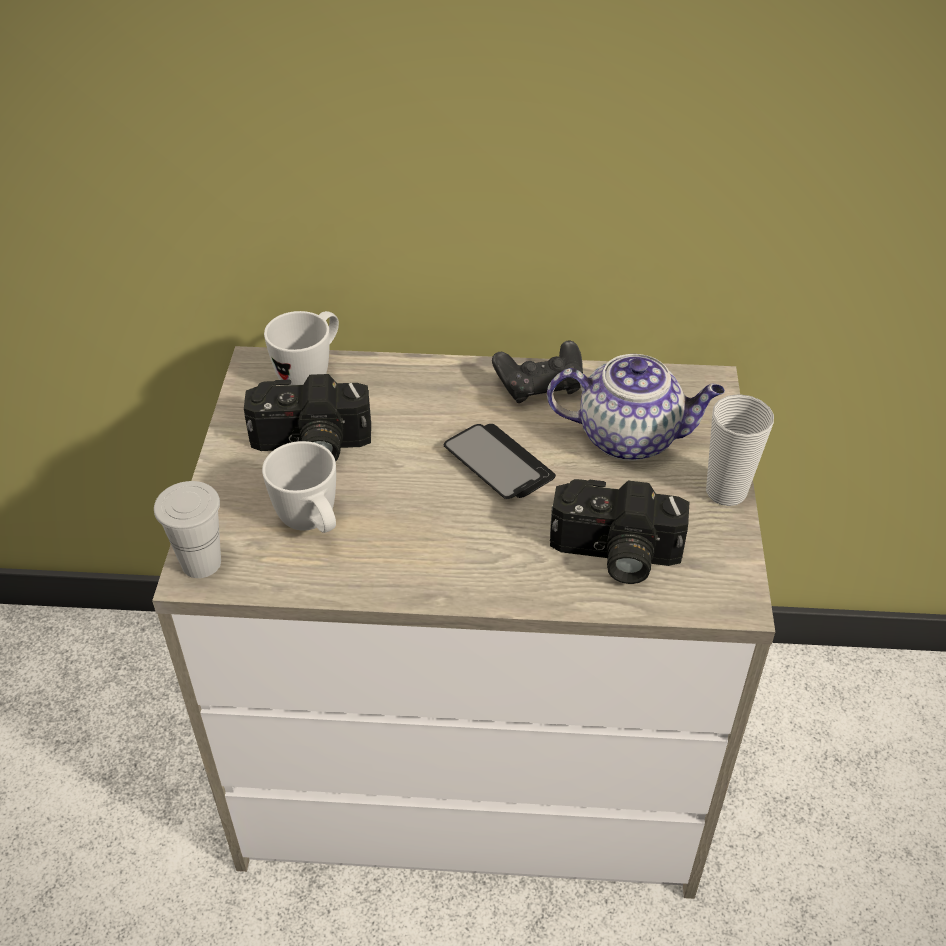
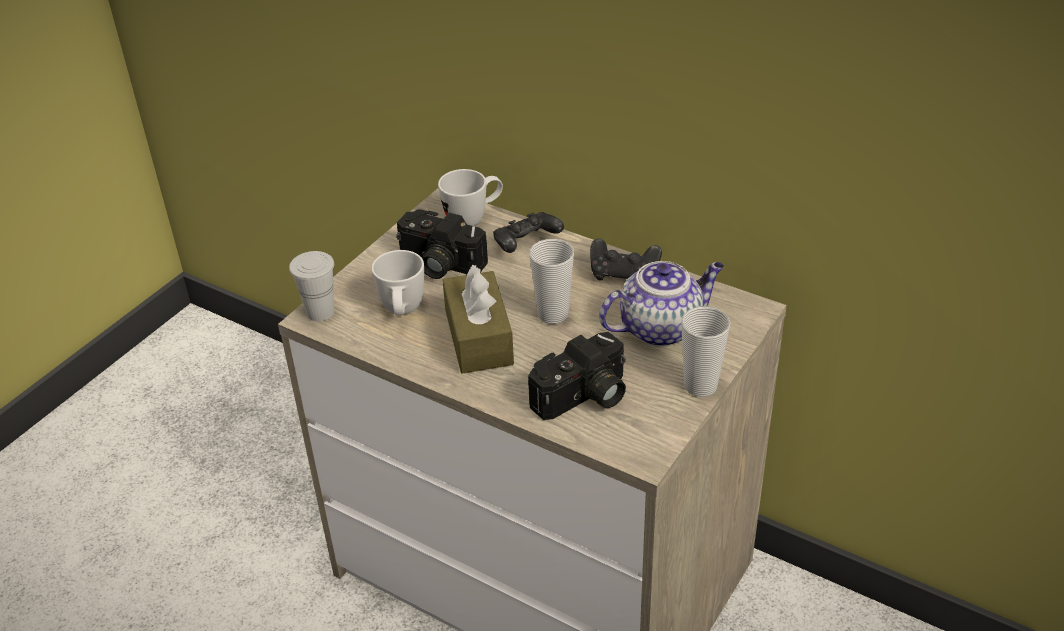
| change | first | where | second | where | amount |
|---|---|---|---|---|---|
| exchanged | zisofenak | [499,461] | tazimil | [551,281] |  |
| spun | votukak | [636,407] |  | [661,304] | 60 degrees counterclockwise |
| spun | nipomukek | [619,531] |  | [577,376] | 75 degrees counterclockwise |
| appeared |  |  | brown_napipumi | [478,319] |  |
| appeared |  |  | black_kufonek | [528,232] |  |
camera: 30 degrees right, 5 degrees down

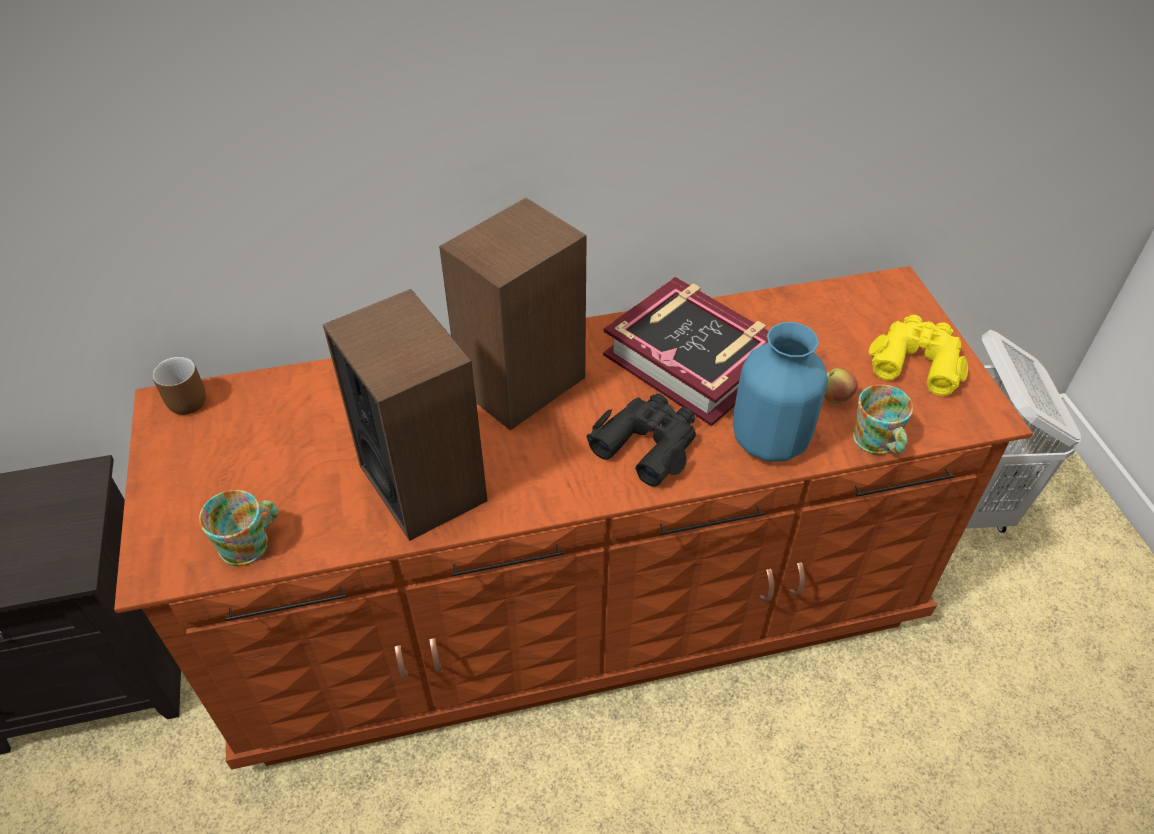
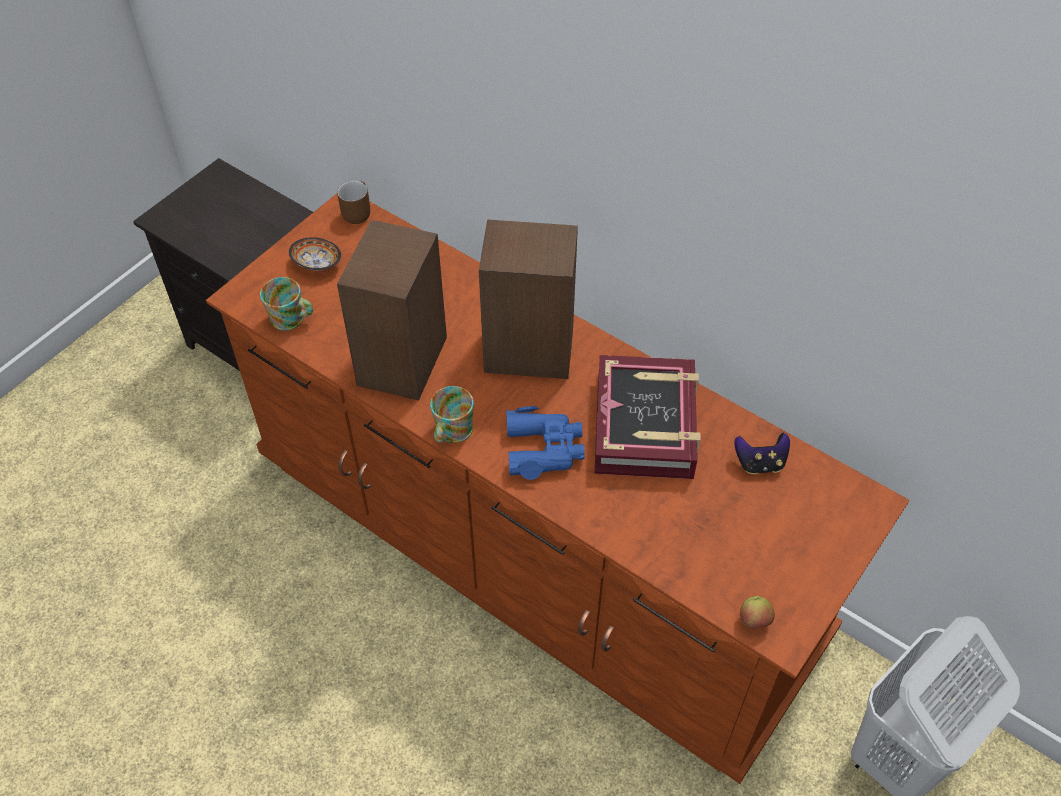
| change | first | where | second | where | amount |
|---|---|---|---|---|---|
| colour | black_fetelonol | [641,440] | blue_fetelonol | [545,443] |  |
| missing | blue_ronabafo | [780,392] |  |  |  |
| relocated | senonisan | [841,386] |  | [757,612] |  |
| relocated | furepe | [883,420] |  | [452,414] |  |
| missing | yellow_fetelonol | [918,355] |  |  |  |
| appeared |  |  | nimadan | [315,254] |  |
| appeared |  |  | kufonek | [762,453] |  |
camera: 50 degrees right, 5 degrees up

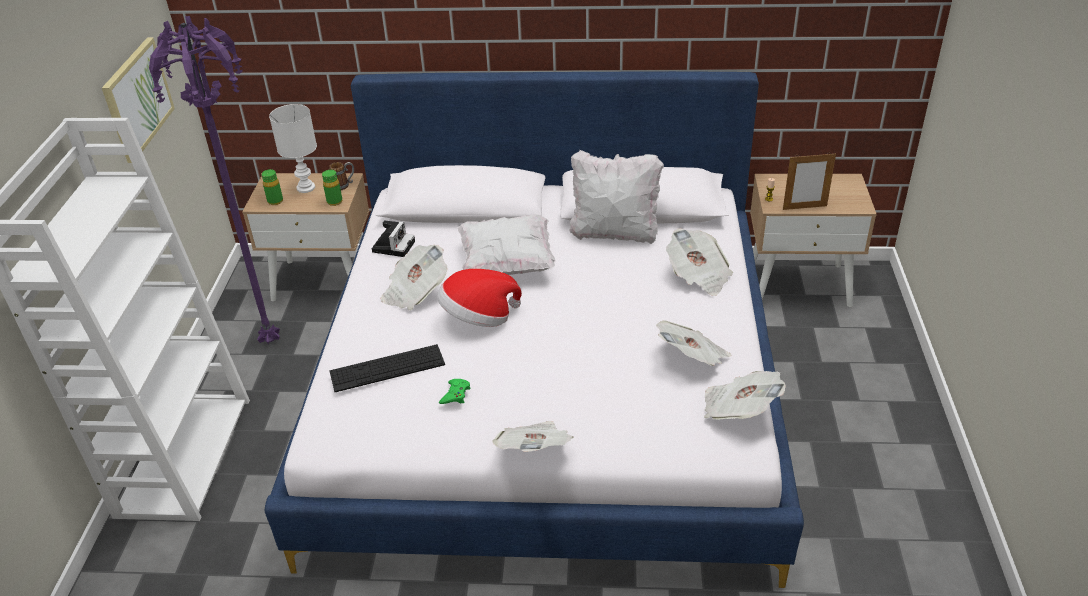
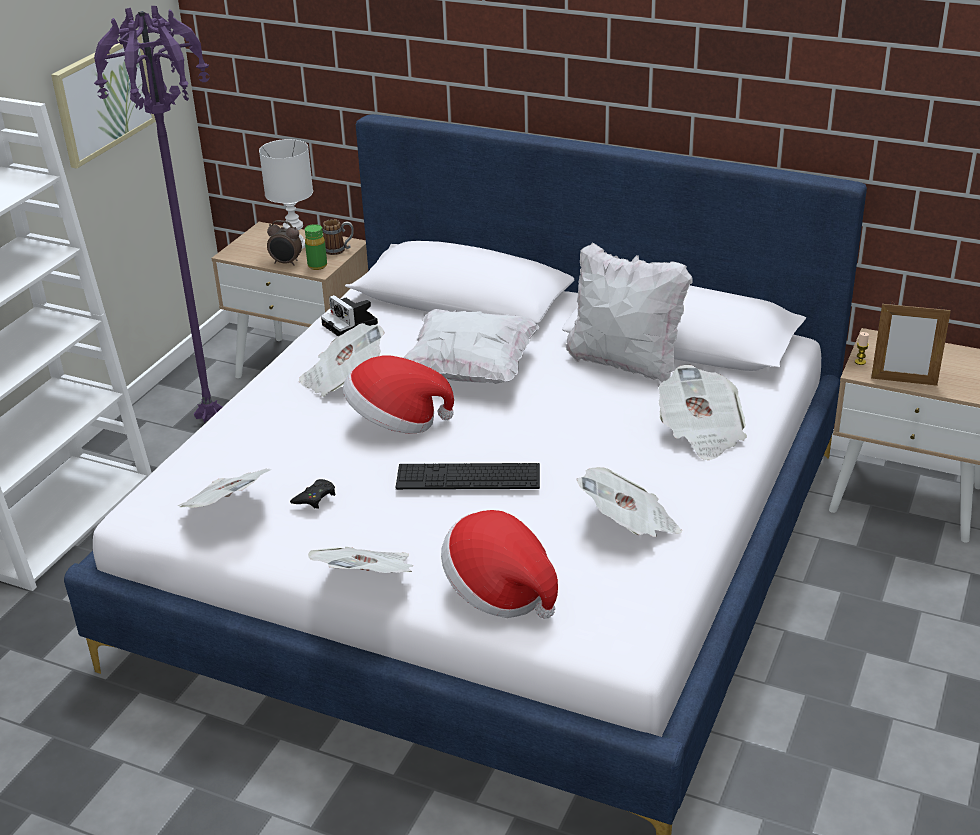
| change | first | where | second | where | amount |
|---|---|---|---|---|---|
| missing | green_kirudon | [272,187] |  |  |  |
| relocated | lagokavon | [387,368] |  | [468,476] |  |
| spun | nipomukek | [393,238] |  | [349,315] | 105 degrees clockwise |
| colour | green_kufonek | [455,391] | black_kufonek | [313,494] |  |
| relocated | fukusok | [745,395] |  | [225,488] |  |
| appeared |  |  | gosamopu | [284,243] |  |
| appeared |  |  | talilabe | [499,564] |  |
camera: 20 degrees right, 5 degrees down

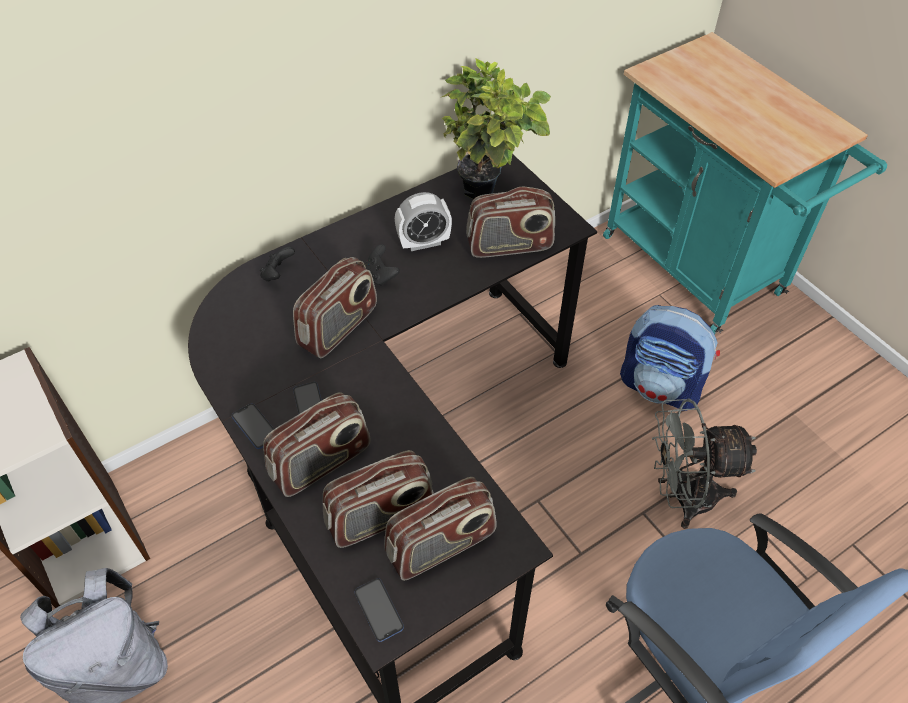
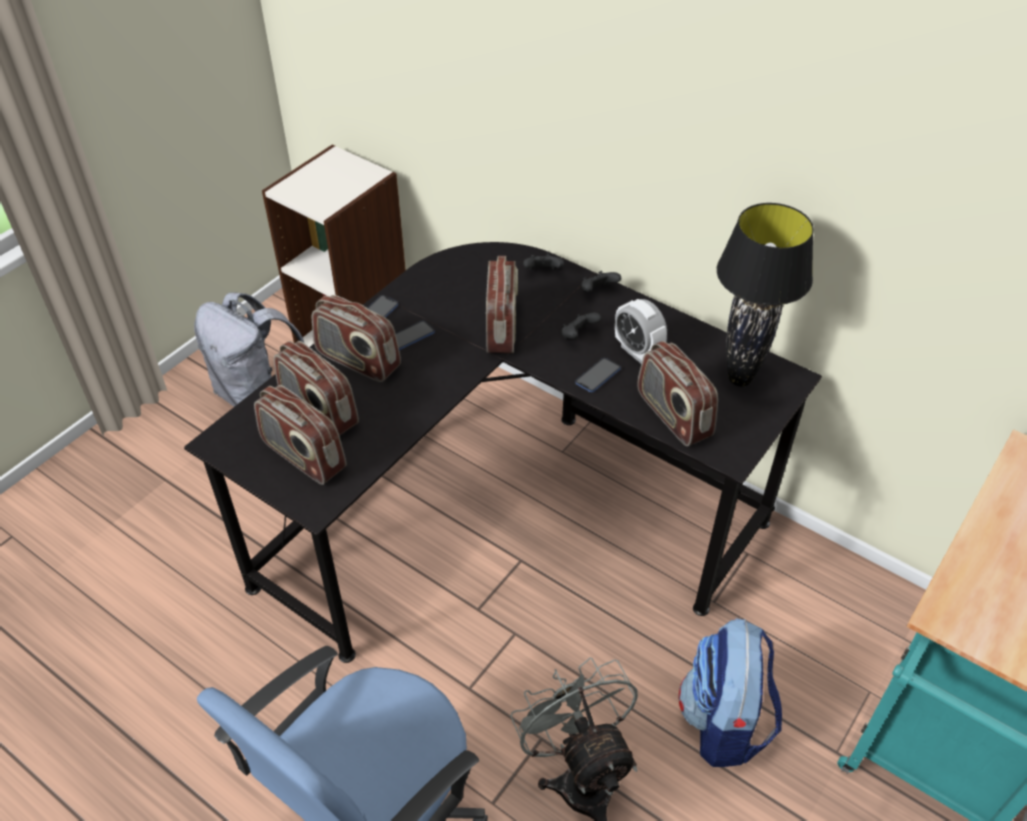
| change | first | where | second | where | amount |
|---|---|---|---|---|---|
| spun | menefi | [335,308] |  | [502,304] | 105 degrees counterclockwise |
| relocated | zisofenak | [379,610] |  | [598,375] |  |
| exchanged | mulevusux | [495,128] | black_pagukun | [765,295] |  |
| appeared |  |  | black_kufonek | [601,281] |  |
camera: 70 degrees right, 5 degrees down

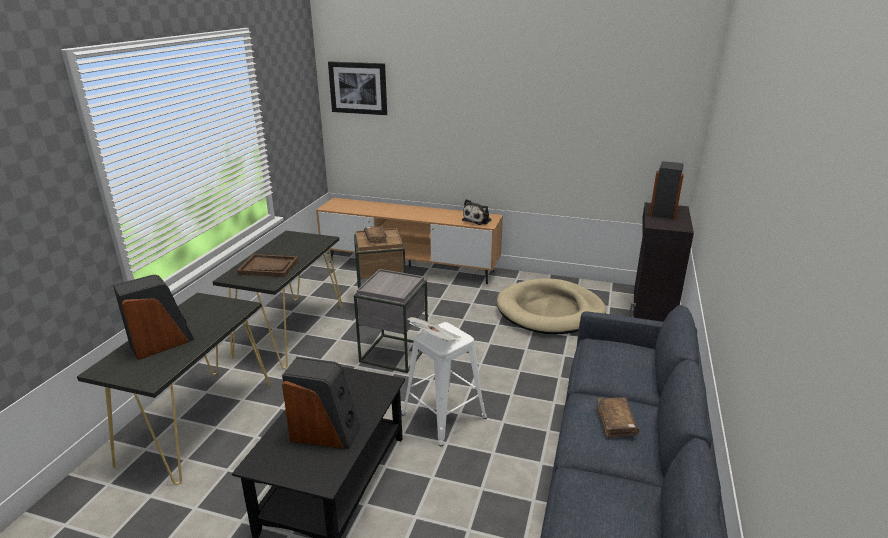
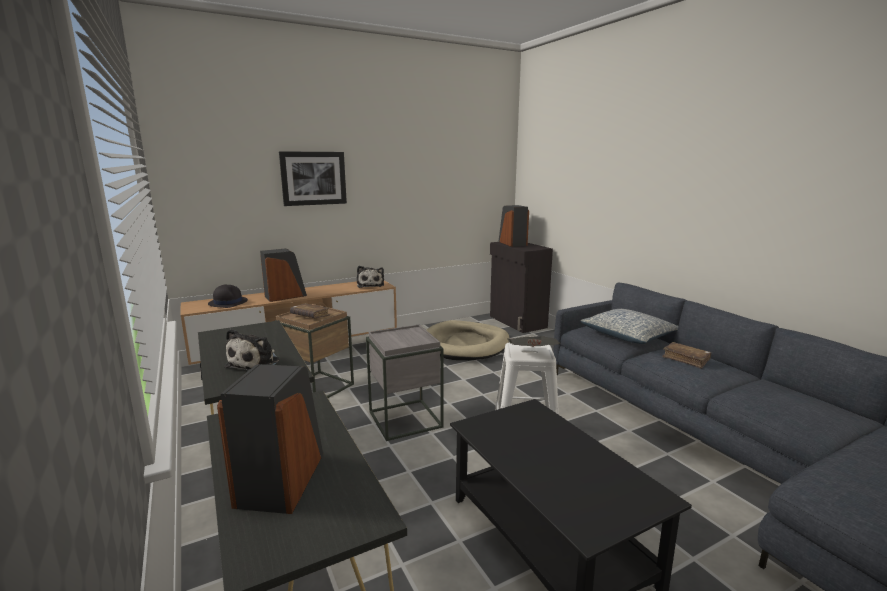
| change | first | where | second | where | amount |
|---|---|---|---|---|---|
| exchanged | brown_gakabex | [267,265] | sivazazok | [252,350] |  |
| relocated | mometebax | [321,403] |  | [283,275] |  |
| relocated | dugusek | [357,88] |  | [313,178] |  |
| appeared |  |  | black_talilabe | [228,296] |  |
| appeared |  |  | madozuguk | [629,326] |  |
camera: 45 degrees left, 10 degrees down

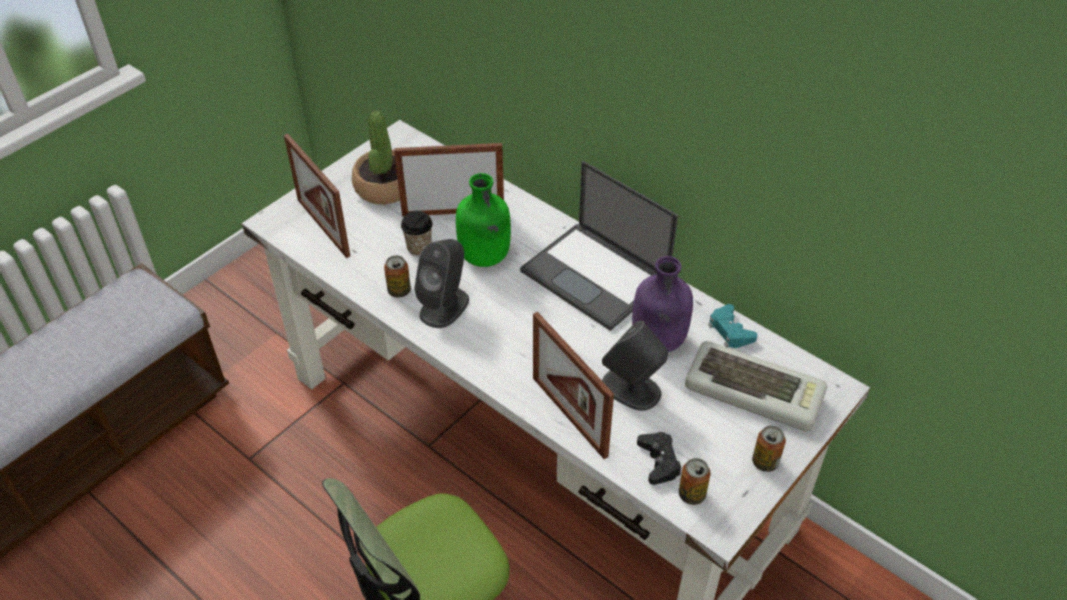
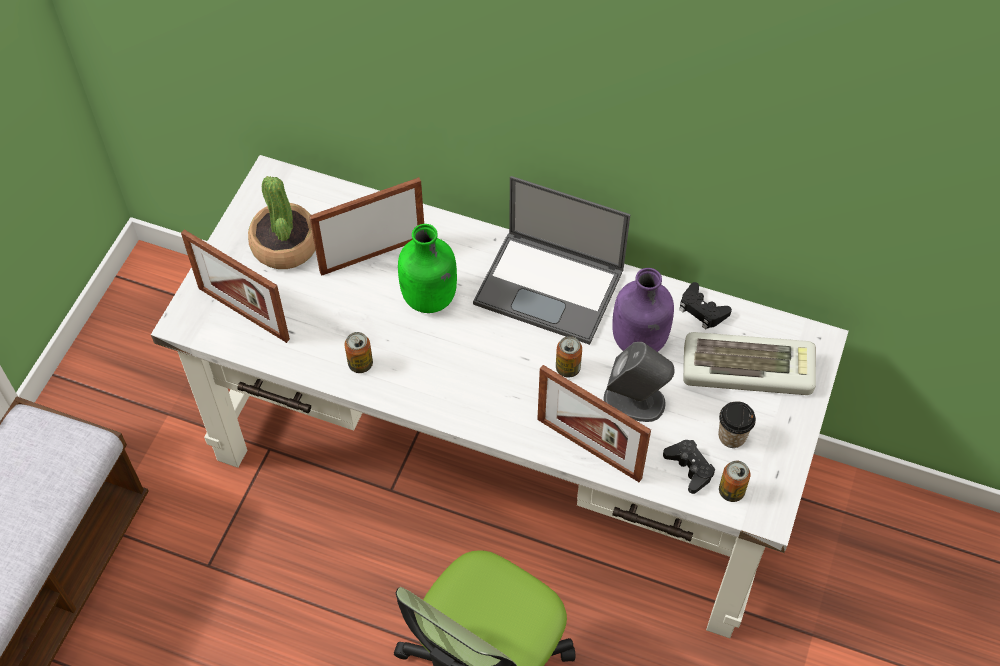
| change | first | where | second | where | amount |
|---|---|---|---|---|---|
| relocated | tazimil | [417,233] |  | [737,424] |  |
| missing | grey_mometebax | [441,283] |  |  |  |
| colour | turquoise_kufonek | [732,326] | black_kufonek | [705,305] |  |
| relocated | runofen | [769,449] |  | [569,357] |  |
camera: 20 degrees left, 10 degrees up

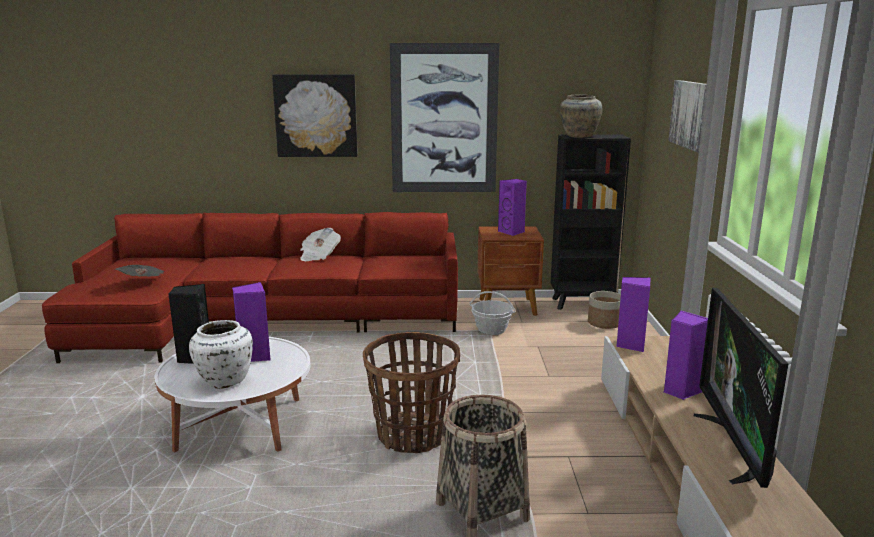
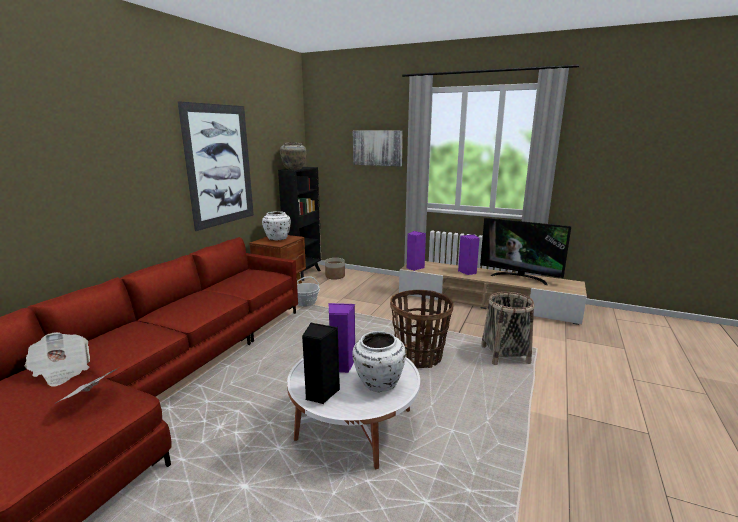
| change | first | where | second | where | amount |
|---|---|---|---|---|---|
| missing | dugusek | [315,115] |  |  |  |
| relocated | fukusok | [320,244] |  | [57,359] |  |
| exchanged | purple_mometebax | [512,207] | white_ronabafo | [276,225] |  |
camera: 65 degrees left, 0 degrees up

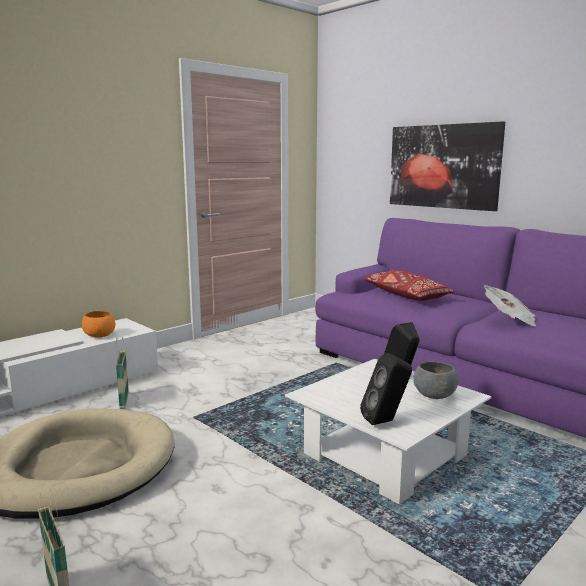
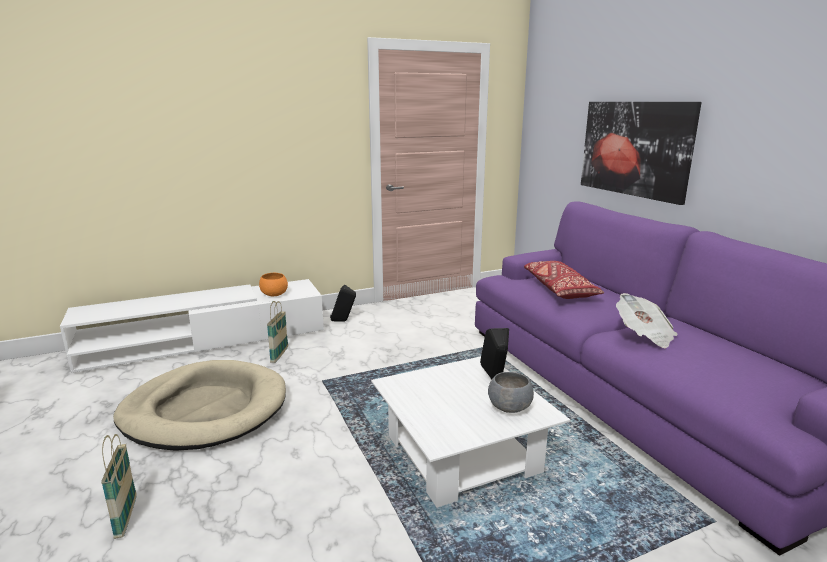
| change | first | where | second | where | amount |
|---|---|---|---|---|---|
| relocated | black_mometebax | [386,389] |  | [343,303] |  |
camera: 20 degrees right, 5 degrees up

